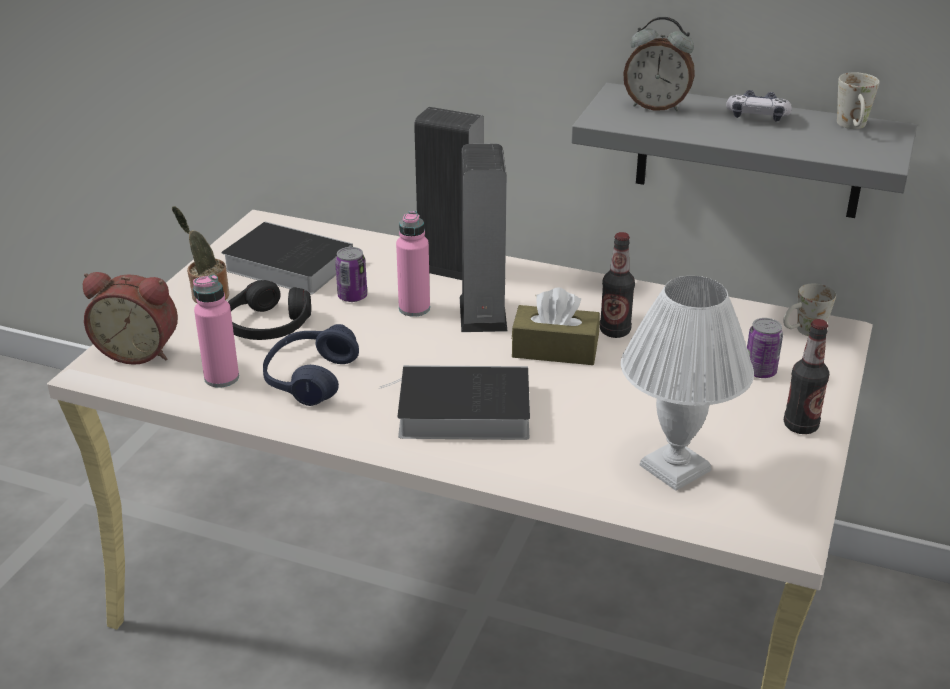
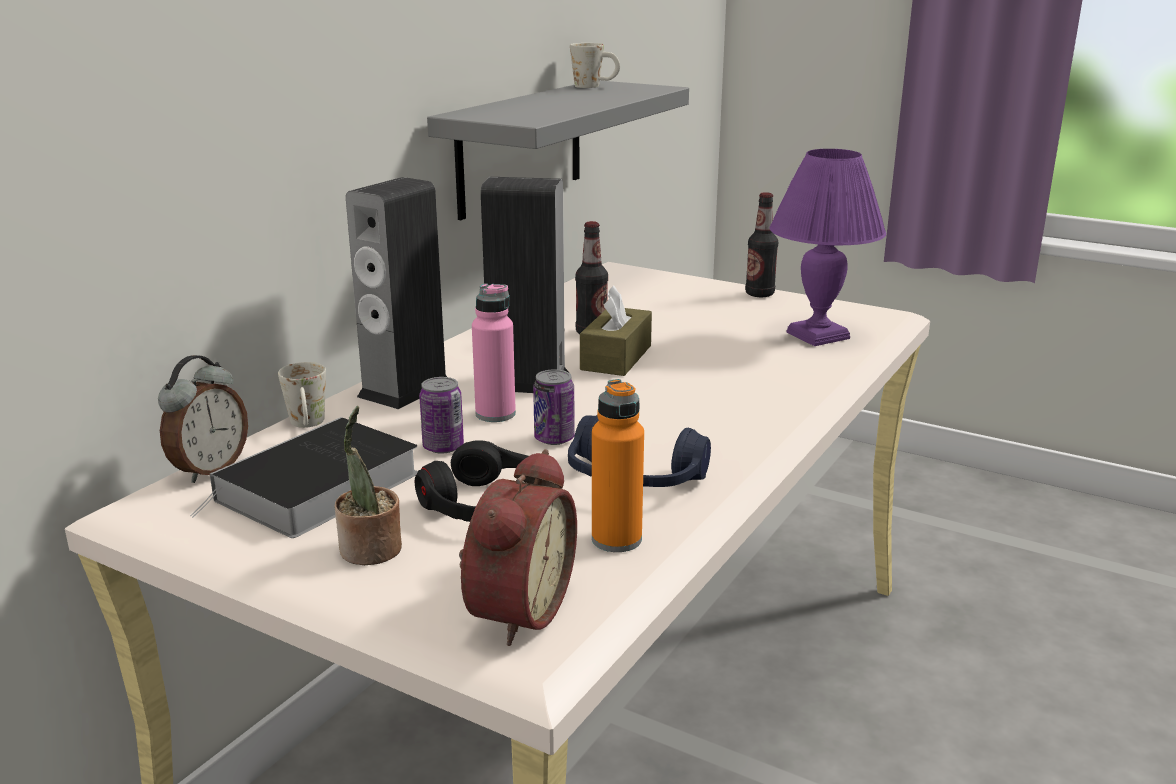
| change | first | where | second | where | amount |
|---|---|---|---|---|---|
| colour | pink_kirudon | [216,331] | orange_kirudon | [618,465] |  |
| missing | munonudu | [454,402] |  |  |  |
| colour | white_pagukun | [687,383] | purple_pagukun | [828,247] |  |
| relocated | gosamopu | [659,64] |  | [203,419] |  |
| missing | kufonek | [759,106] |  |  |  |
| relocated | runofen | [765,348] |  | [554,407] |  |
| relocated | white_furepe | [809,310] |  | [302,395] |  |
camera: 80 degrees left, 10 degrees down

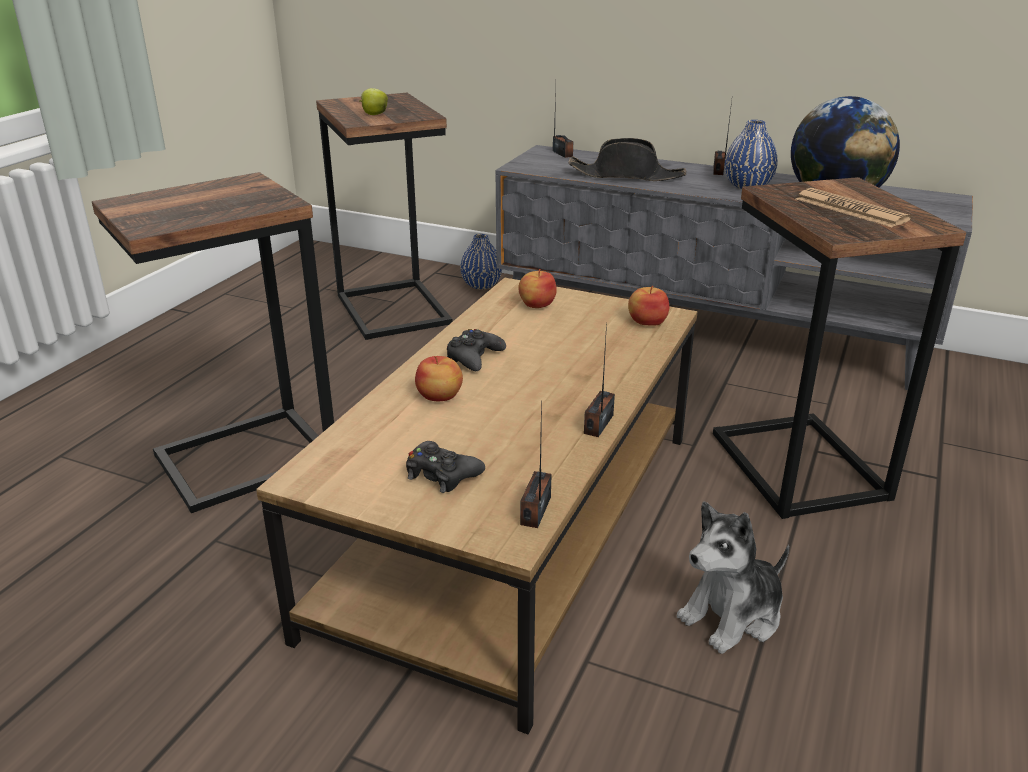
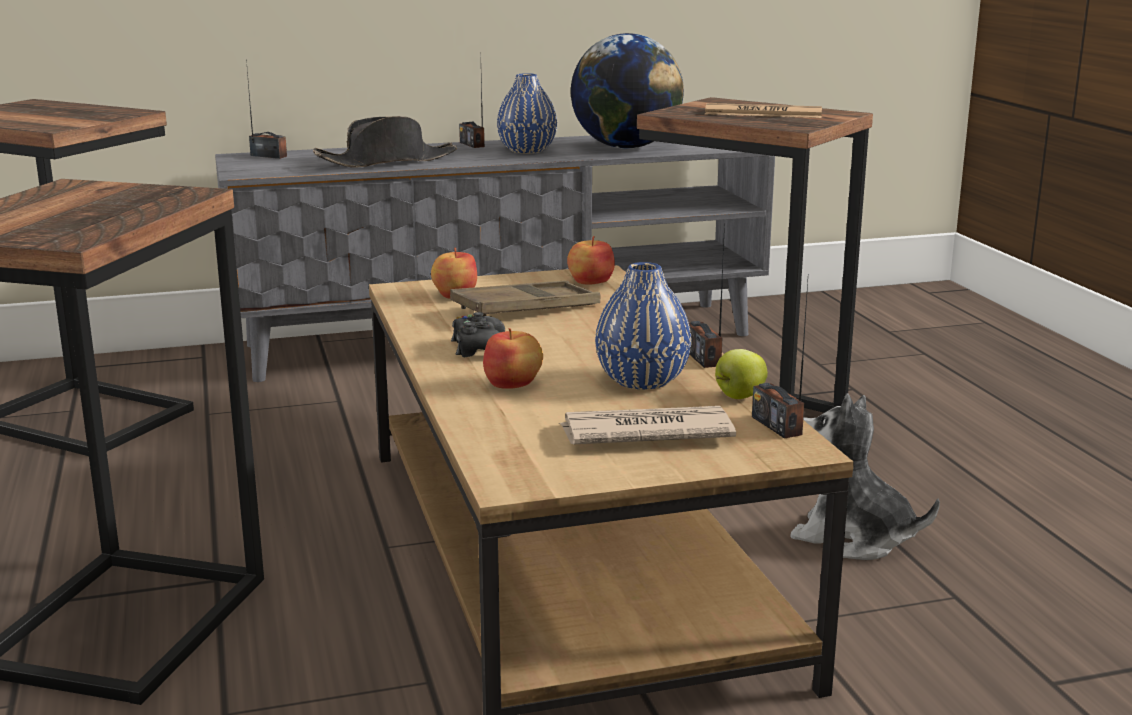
| change | first | where | second | where | amount |
|---|---|---|---|---|---|
| relocated | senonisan | [373,101] |  | [741,374] |  |
| exchanged | black_kufonek | [445,467] | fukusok | [647,425] |  |
| relocated | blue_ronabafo | [481,261] |  | [643,326] |  |
| spun | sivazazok | [732,577] |  | [865,477] | 105 degrees clockwise |
| appeared |  |  | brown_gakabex | [525,298] |  |
camera: 40 degrees left, 10 degrees down

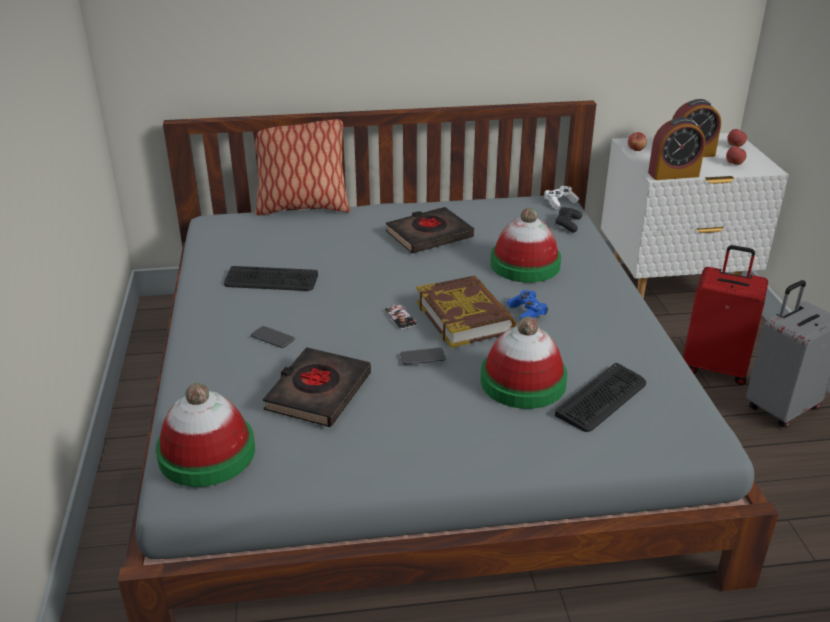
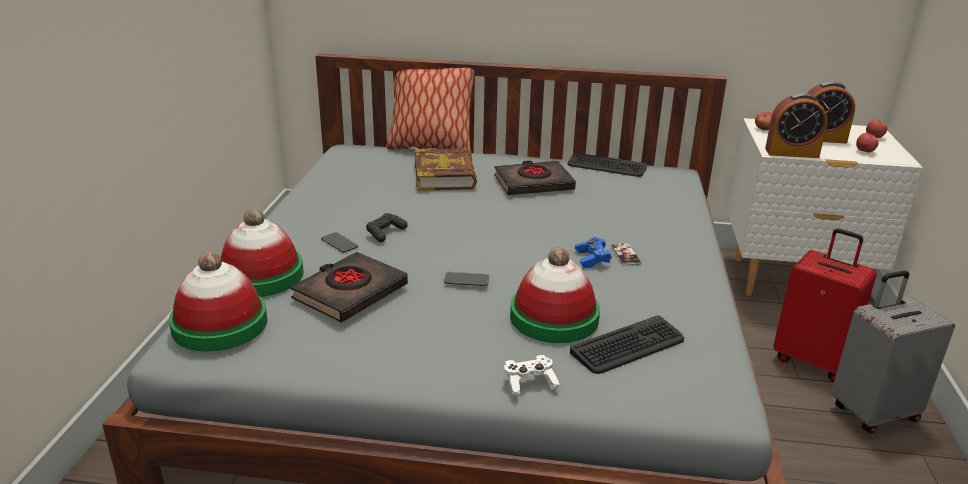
| change | first | where | second | where | amount |
|---|---|---|---|---|---|
| relocated | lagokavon | [271,278] |  | [607,165] |  |
| relocated | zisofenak | [401,317] |  | [626,253] |  |
| relocated | munonudu | [466,311] |  | [446,169] |  |
| relocated | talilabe | [525,245] |  | [262,252] |  |
| relocated | white_kufonek | [561,197] |  | [532,376] |  |
| relocated | black_kufonek | [568,220] |  | [387,227] |  |
camera: 15 degrees right, 5 degrees down

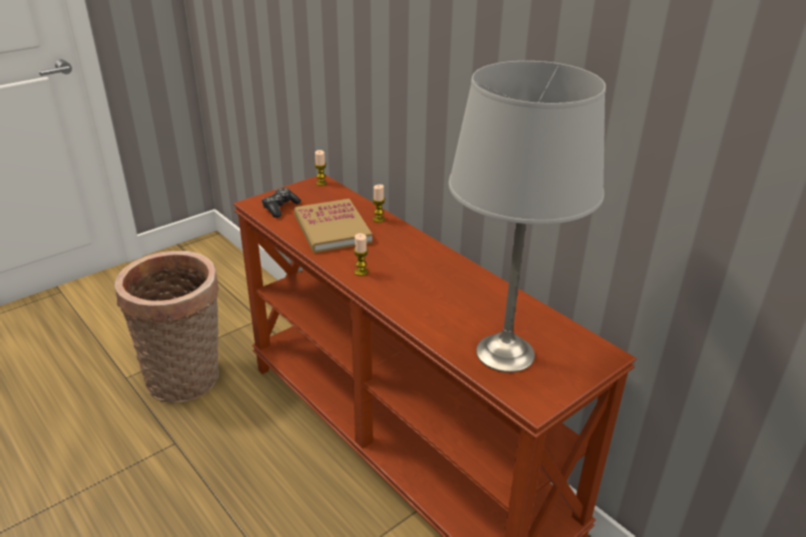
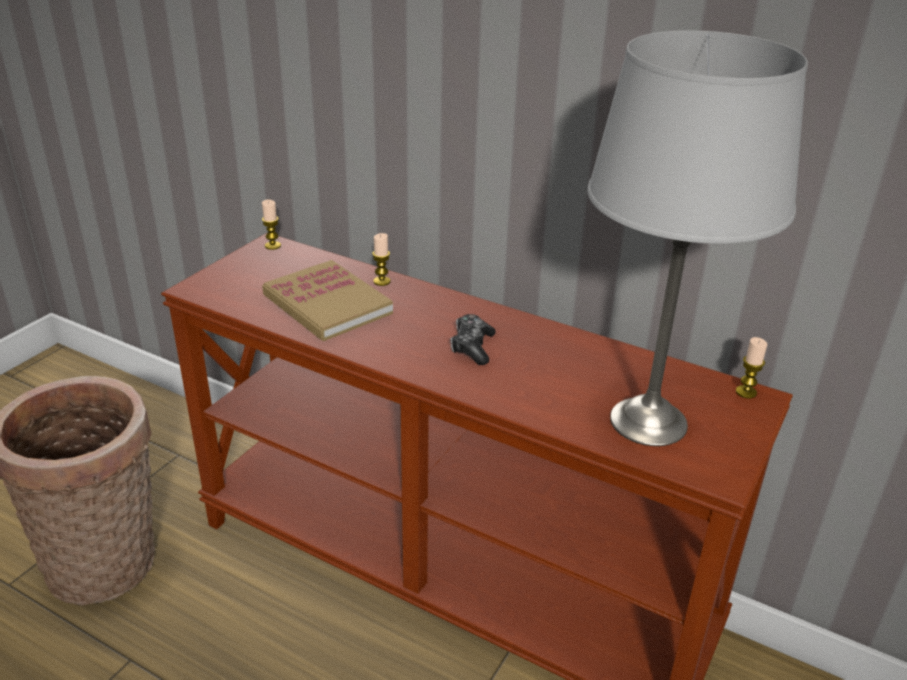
| change | first | where | second | where | amount |
|---|---|---|---|---|---|
| relocated | kufonek | [281,203] |  | [473,339] |  |
| relocated | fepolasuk | [361,254] |  | [752,368] |  |
camera: 20 degrees left, 0 degrees up

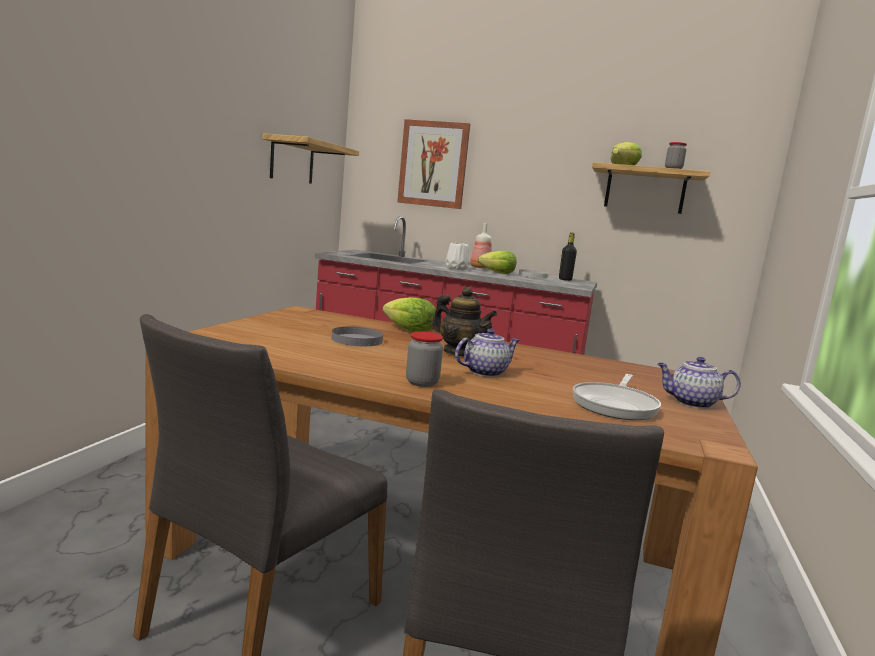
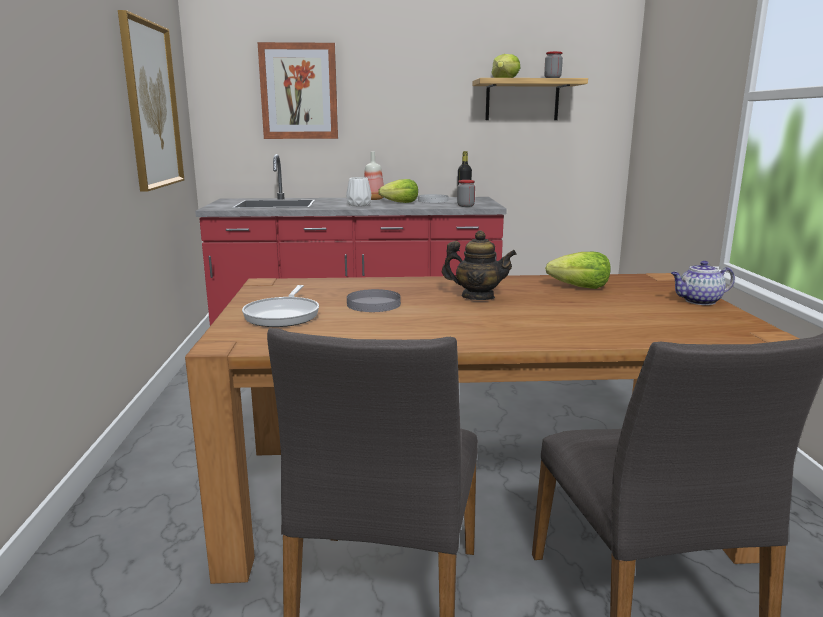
| change | first | where | second | where | amount |
|---|---|---|---|---|---|
| exchanged | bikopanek | [310,158] | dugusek | [151,101] |  |
| relocated | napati | [409,314] |  | [578,270] |  |
| relocated | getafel | [424,359] |  | [466,193] |  |
| missing | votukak | [487,353] |  |  |  |
| relocated | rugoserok | [617,397] |  | [280,306] |  |
camera: 20 degrees left, 5 degrees up

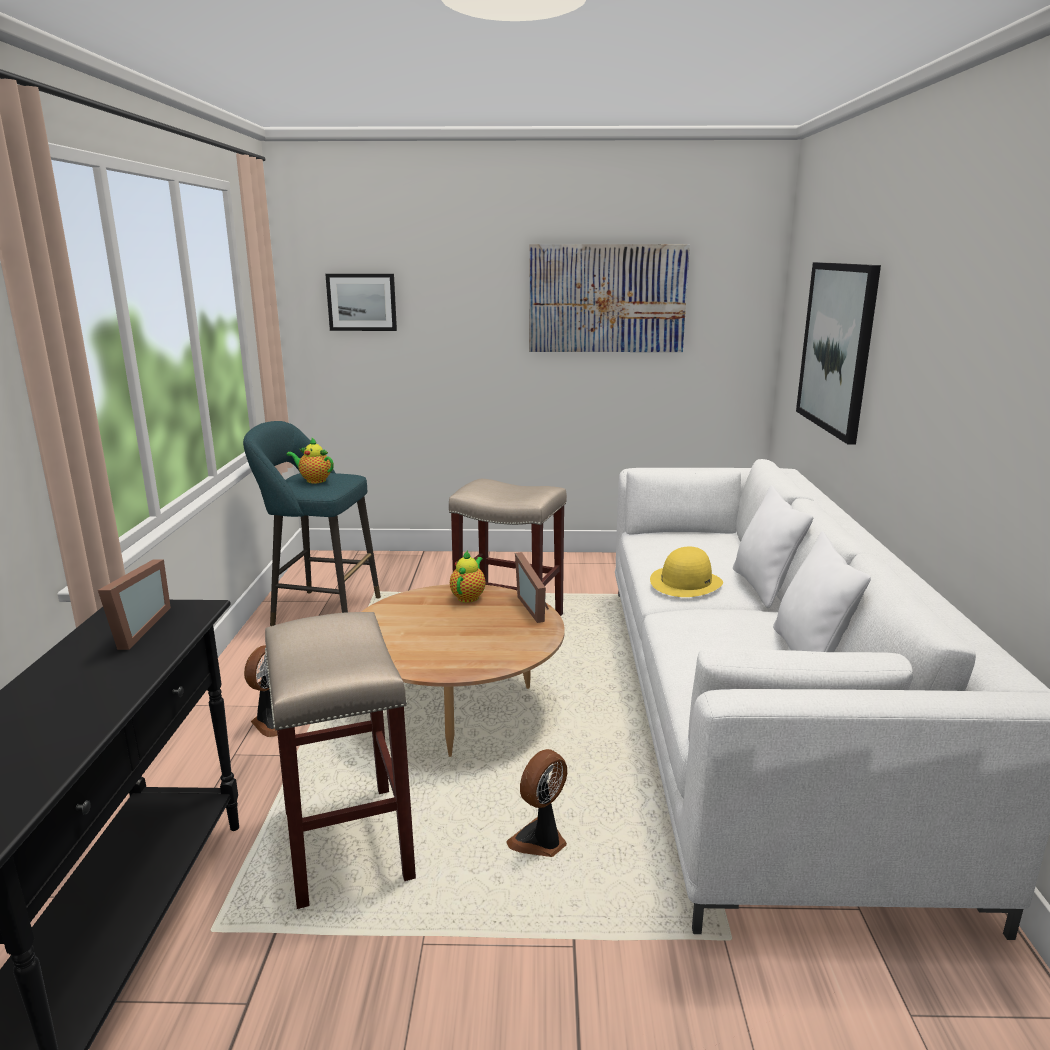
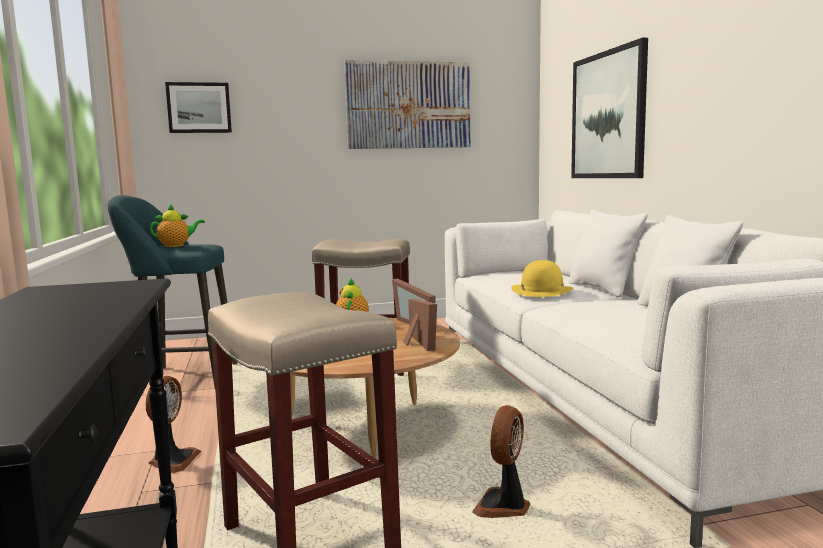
| change | first | where | second | where | amount |
|---|---|---|---|---|---|
| relocated | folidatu | [134,604] |  | [420,325] |  |
| spun | votukak | [310,460] |  | [177,225] | 150 degrees clockwise |
camera: 15 degrees left, 10 degrees down

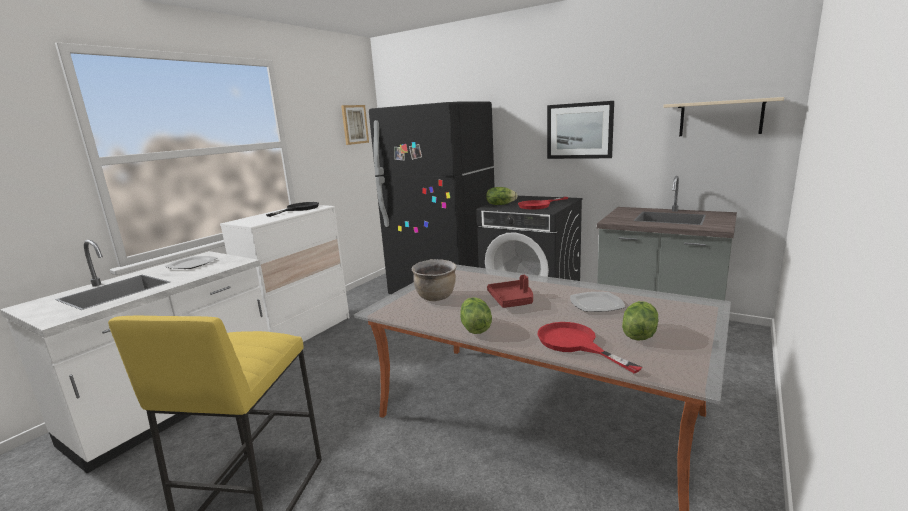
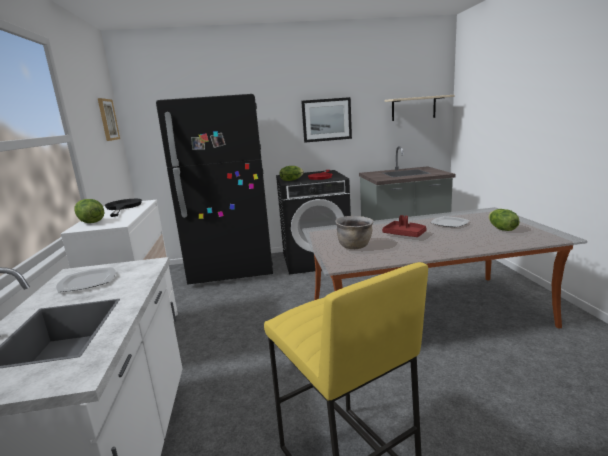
| change | first | where | second | where | amount |
|---|---|---|---|---|---|
| relocated | napati | [476,315] |  | [89,211] |  |
| missing | red_rugoserok | [590,347] |  |  |  |
camera: 40 degrees left, 0 degrees up

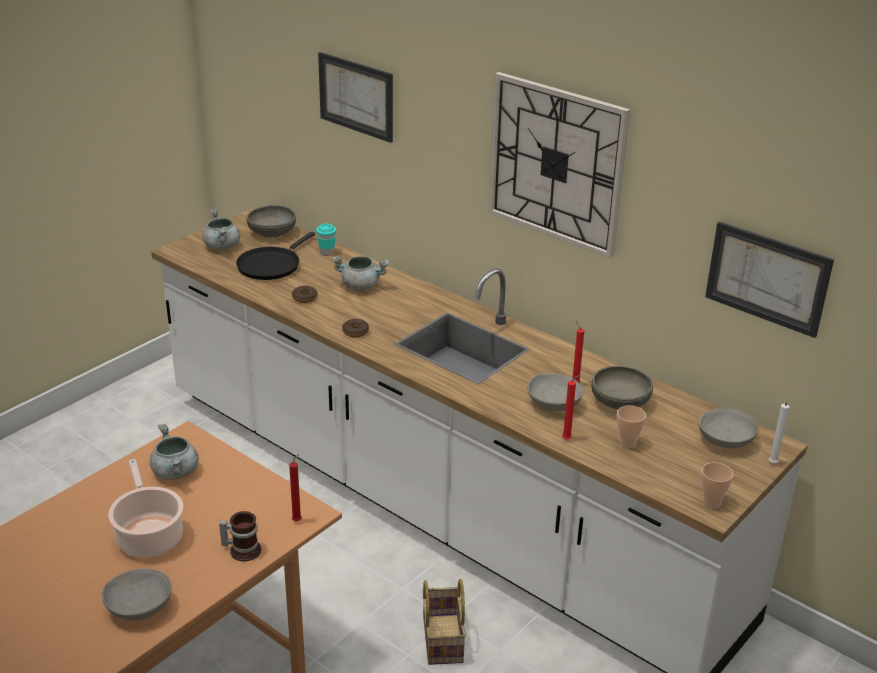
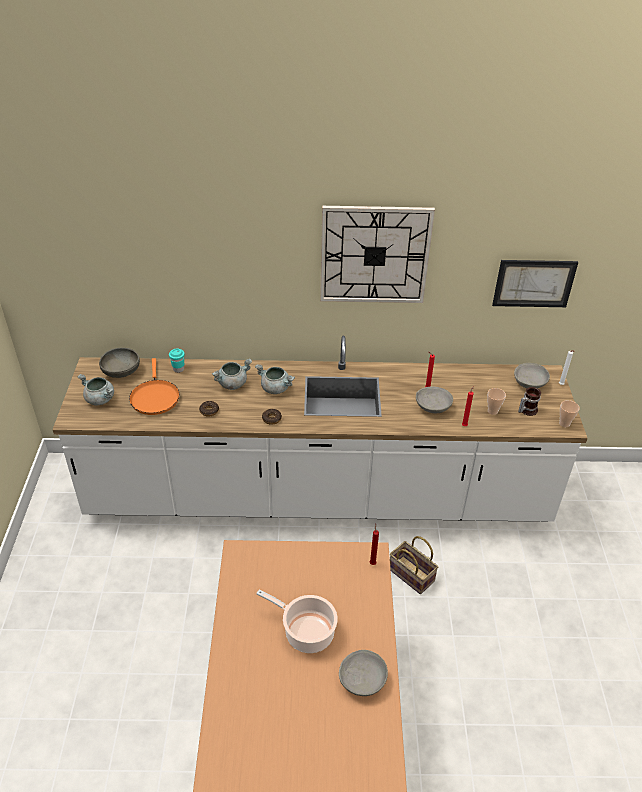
| change | first | where | second | where | amount |
|---|---|---|---|---|---|
| relocated | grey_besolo | [174,451] |  | [275,379] |  |
| relocated | furepe | [240,536] |  | [529,401] |  |
| colour | black_rugoserok | [275,256] | orange_rugoserok | [154,386] |  |
| missing | dugusek | [355,97] |  |  |  |
| missing | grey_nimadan | [622,387] |  |  |  |
camera: 40 degrees left, 10 degrees up

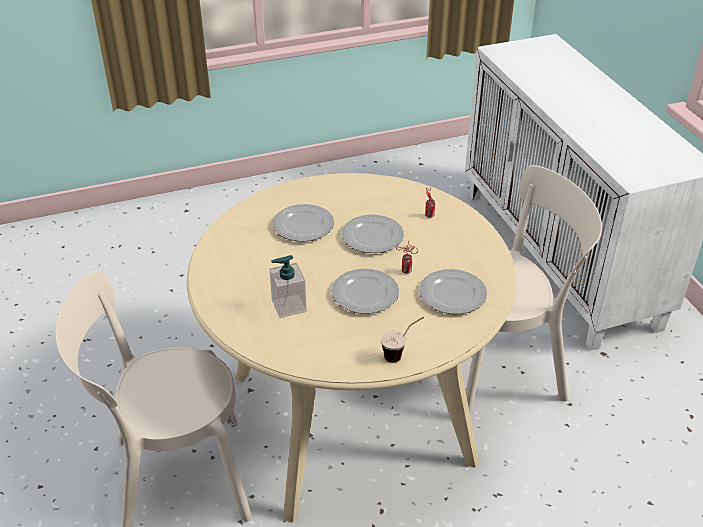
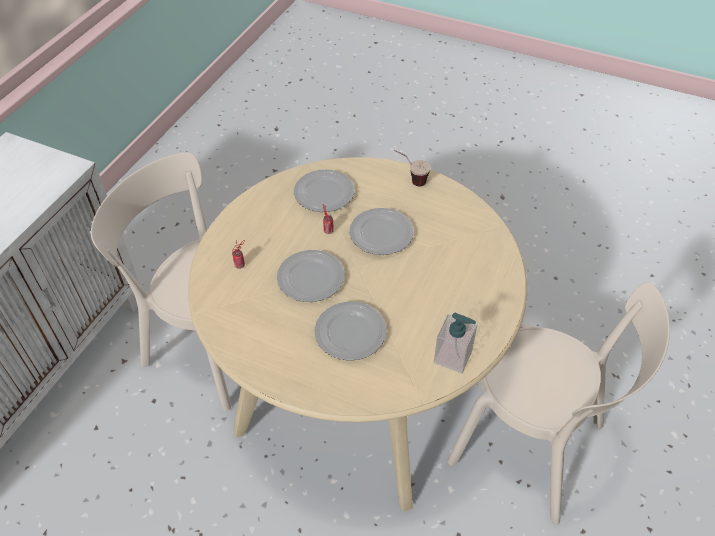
| change | first | where | second | where | amount |
|---|---|---|---|---|---|
| relocated | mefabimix | [288,286] |  | [455,343] |  |
camera: 135 degrees left, 10 degrees up

